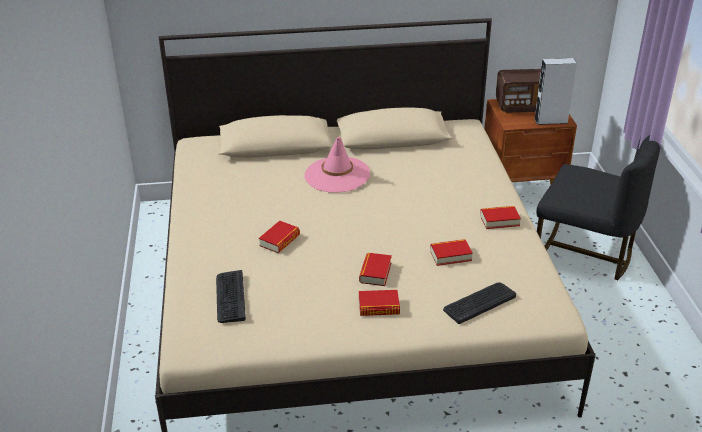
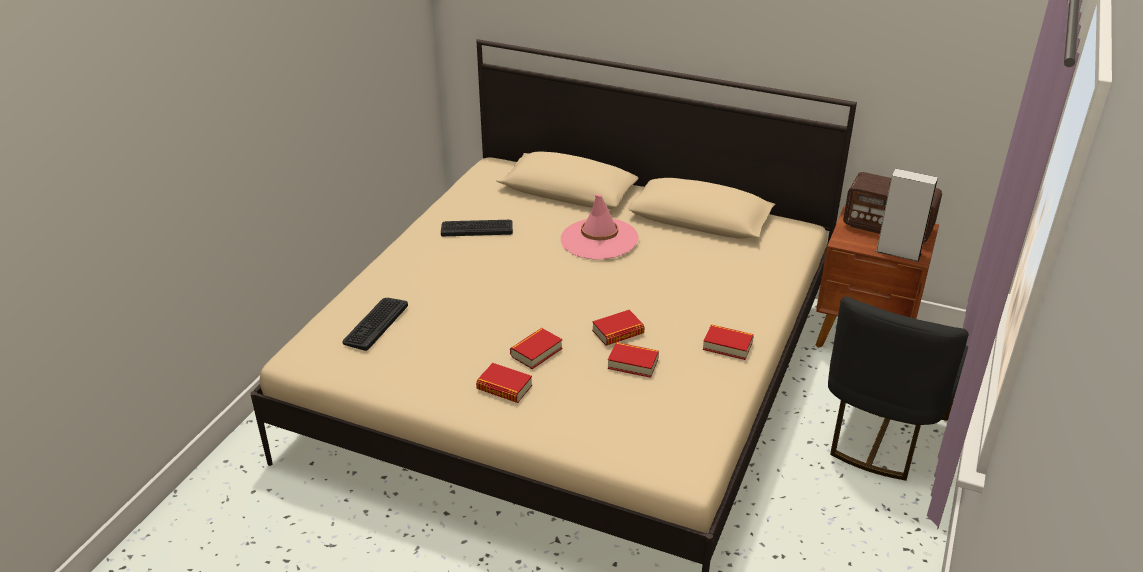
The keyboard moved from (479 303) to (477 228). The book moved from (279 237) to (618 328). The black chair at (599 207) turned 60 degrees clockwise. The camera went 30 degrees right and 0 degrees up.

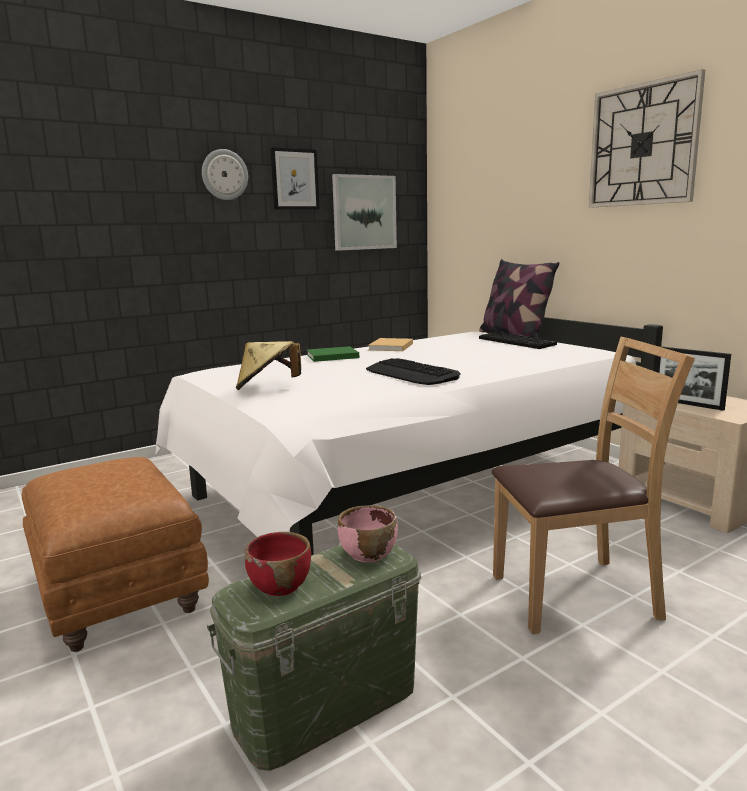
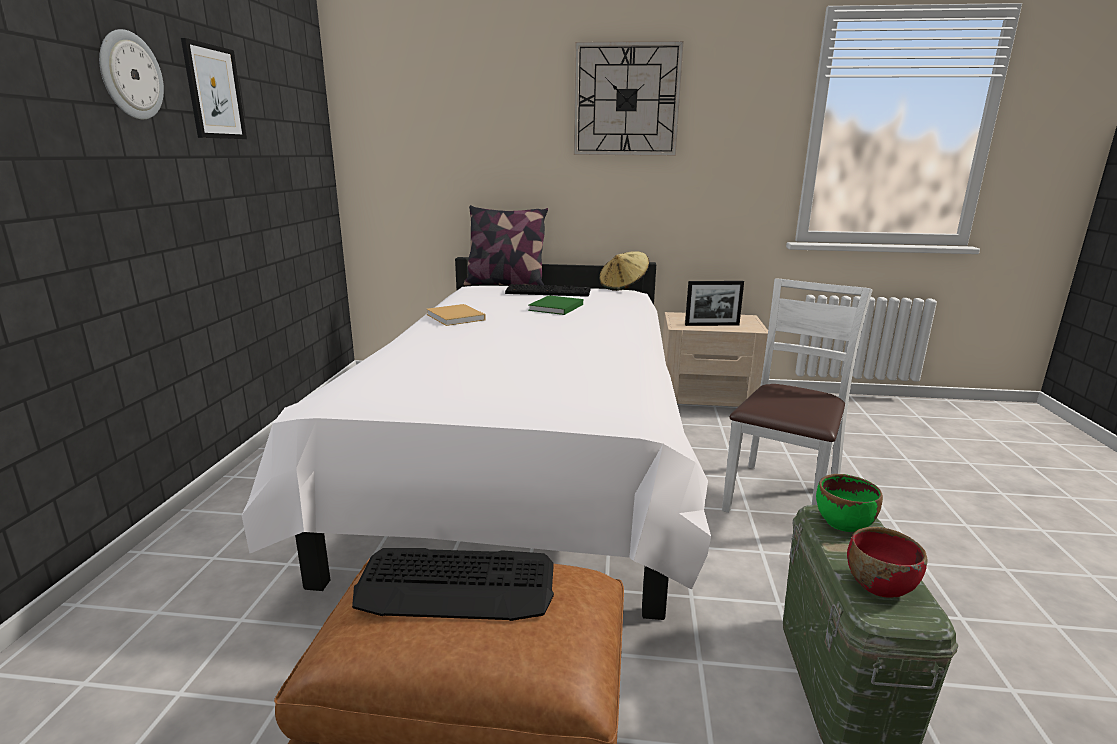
The keyboard moved from (413 371) to (453 584). The green book moved from (333 354) to (555 305). The beige hat moved from (268 365) to (624 271). The brown chair at (593 485) became the white chair at (797 395). The pink bowl at (368 533) became the green bowl at (849 503). The picture at (364 212) disappeared. The camera went 50 degrees left and 5 degrees up.

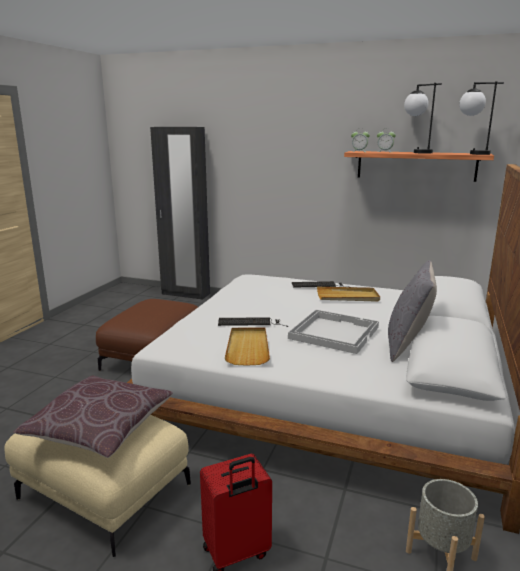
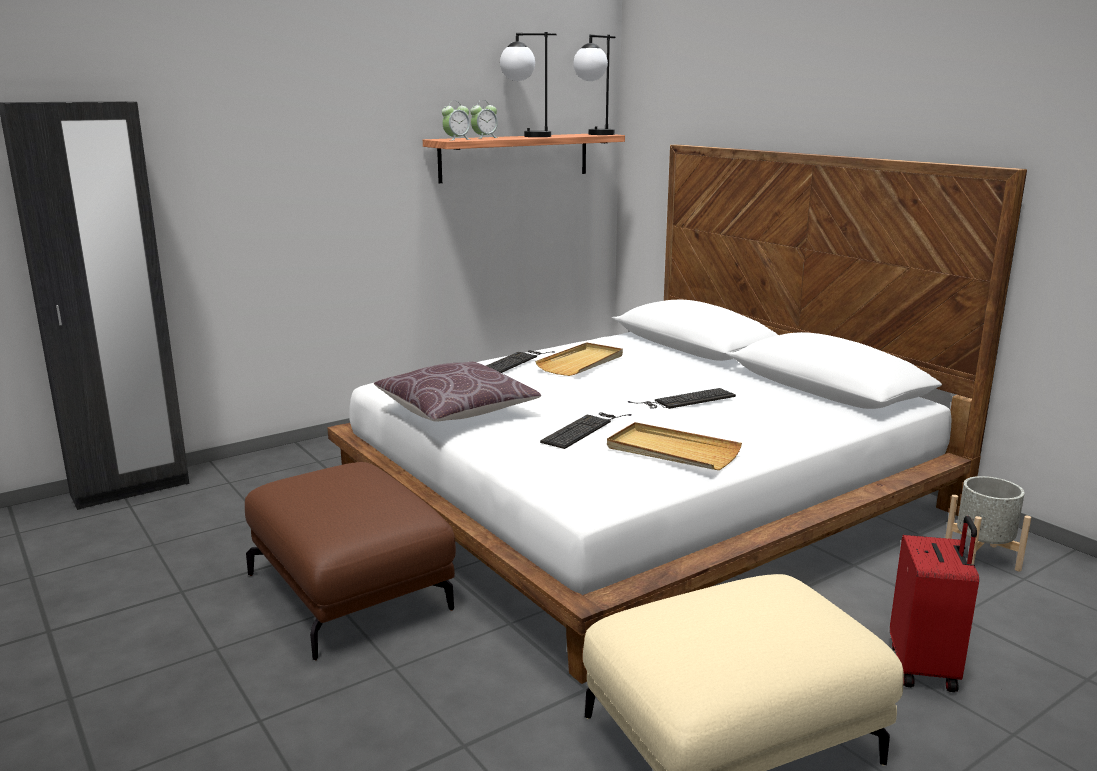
The brown pillow moved from (93 416) to (457 392). The white tray at (333 332) was replaced by the keyboard at (682 398). The grey pillow at (412 311) disappeared. The camera went 55 degrees left and 0 degrees up.

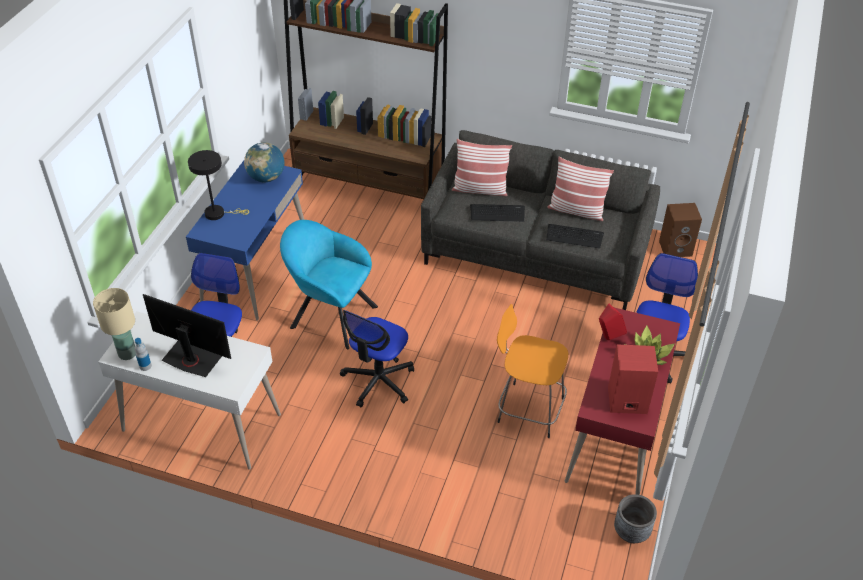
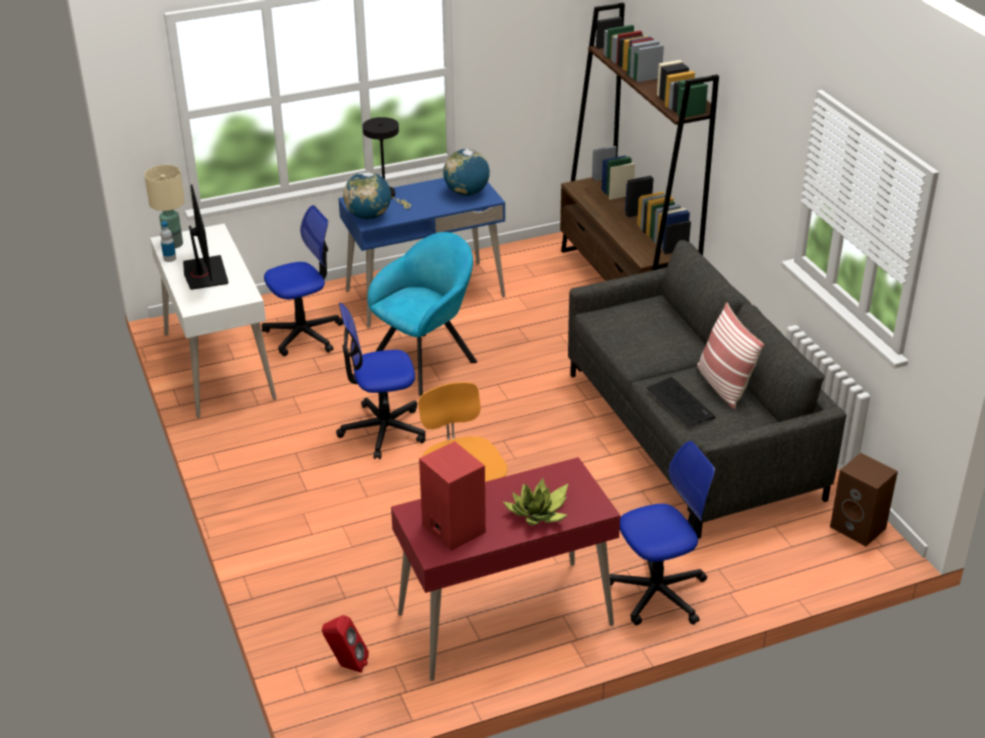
The red speaker moved from (613 321) to (345 644). The globe at (367 195) appeared. The turquoise armchair at (329 284) turned 60 degrees clockwise. The pillow at (482 167) disappeared. The keyboard at (497 213) disappeared. The grey planter at (635 518) disappeared. The camera went 50 degrees right and 10 degrees down.

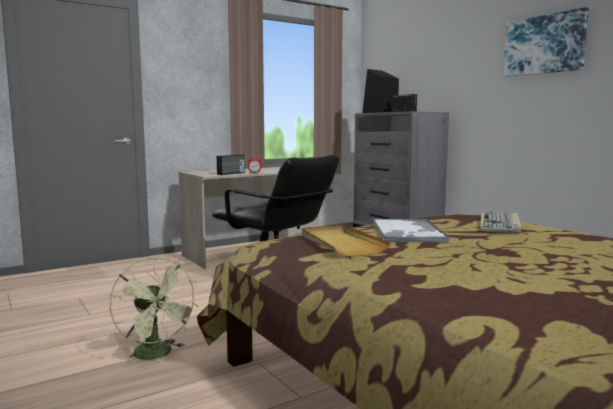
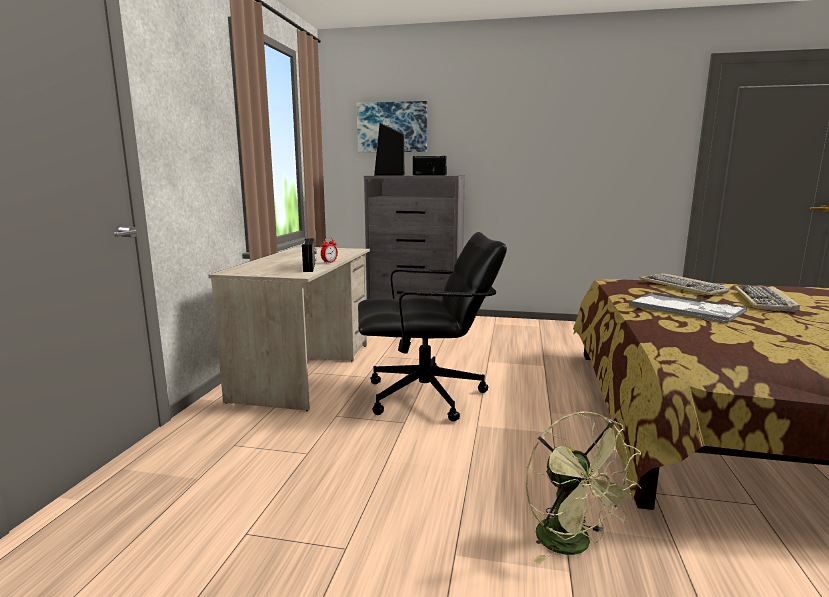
The picture moved from (545 42) to (392 126). The green fan at (154 311) turned 60 degrees clockwise. The keyboard at (767 298) appeared. The beige tray at (346 240) disappeared. The camera went 45 degrees left and 5 degrees up.

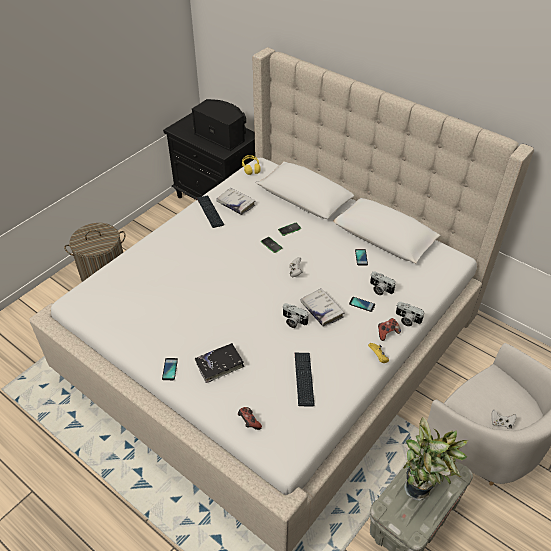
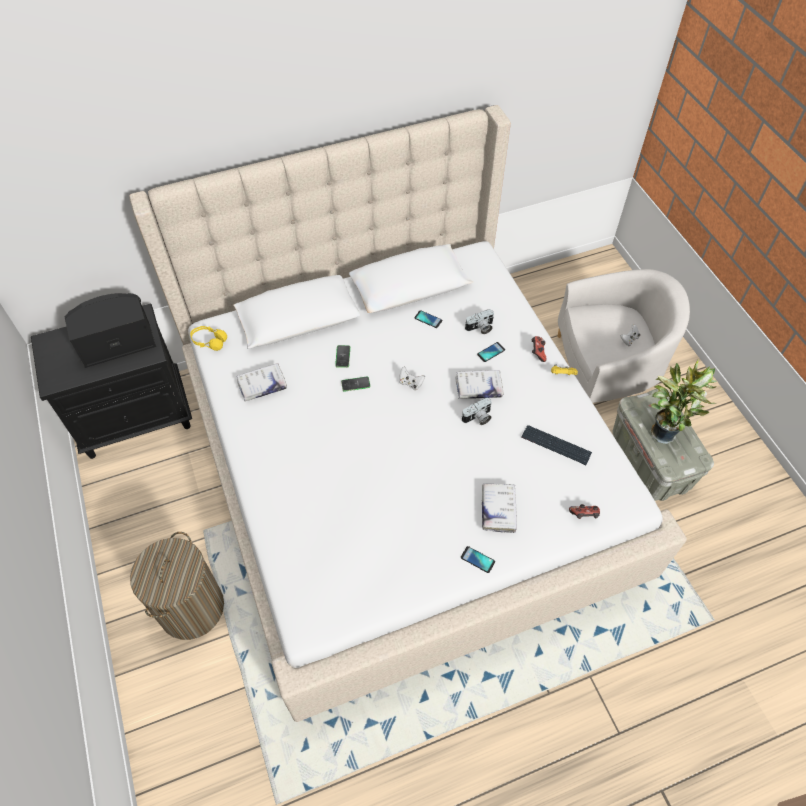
The black book at (219 363) became the white book at (499 508). The keyboard at (210 211) disappeared. The photo camera at (410 314) disappeared. The camera went 60 degrees left and 10 degrees up.

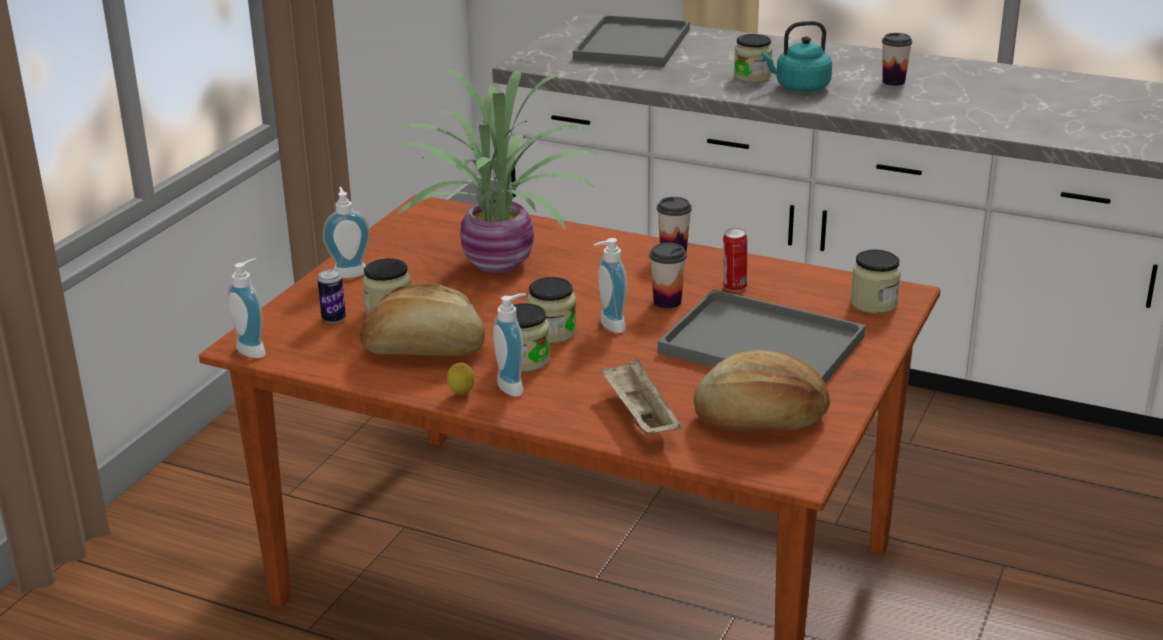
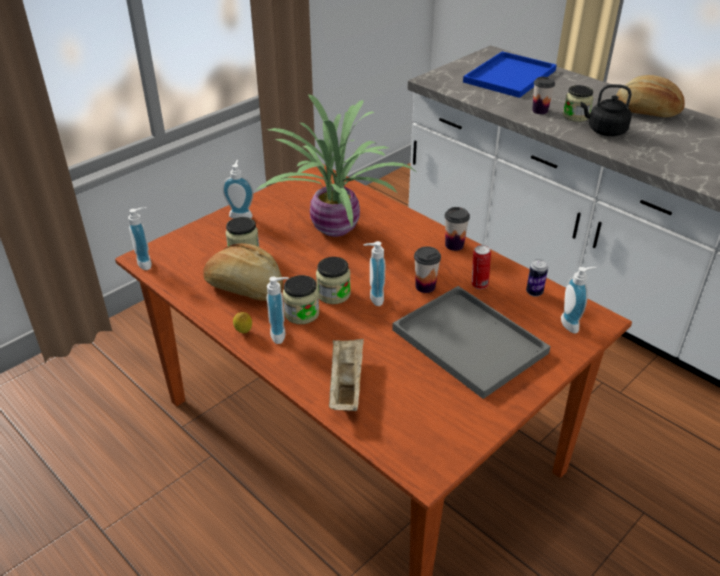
The grey tray at (631 41) became the blue tray at (510 74). The can moved from (332 296) to (537 278). The cup moved from (897 59) to (543 95). The jar at (875 281) was replaced by the soap dispenser at (579 300). The turquoise kettle at (796 56) became the black kettle at (606 110). The bread moved from (762 390) to (650 96). The camera went 20 degrees right and 10 degrees up.

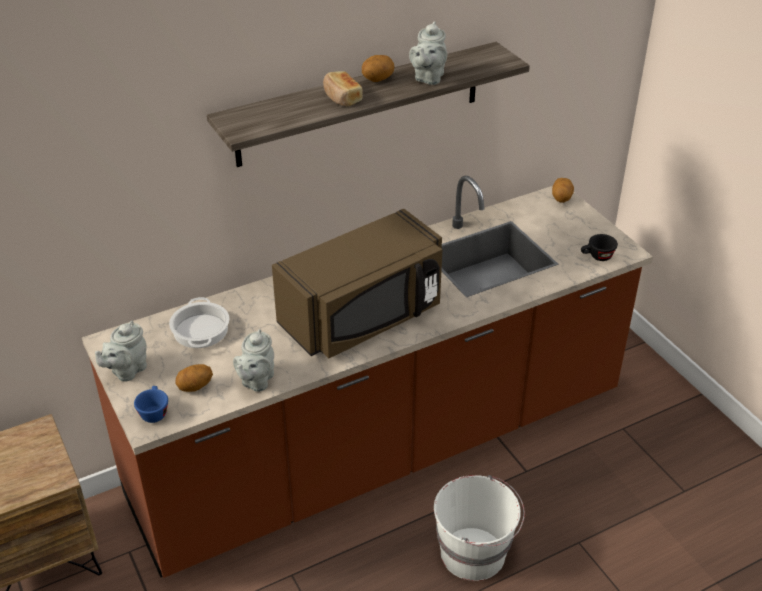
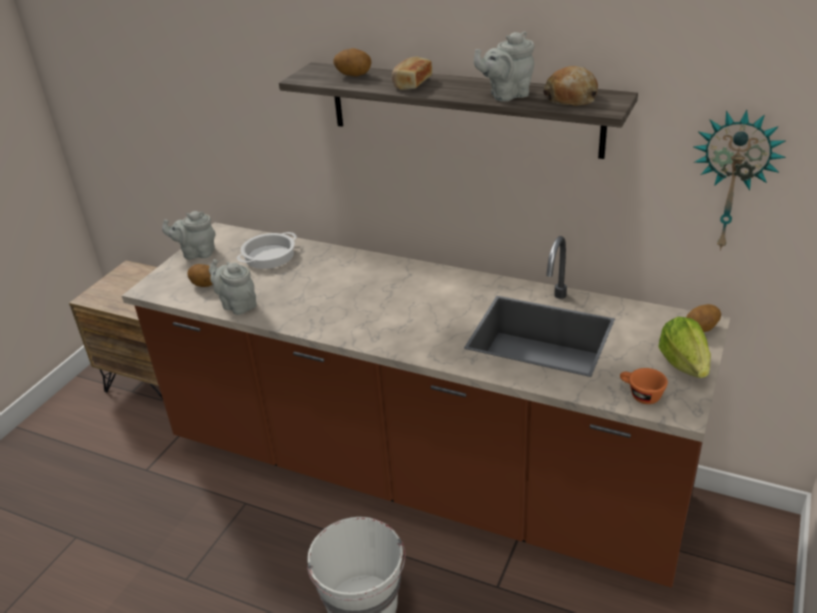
The grey teapot at (253 360) turned 60 degrees clockwise. The potato moved from (378 68) to (352 62). The bread at (570 86) appeared. The black cup at (599 247) became the orange cup at (644 386). The lettuce at (685 347) appeared. The wall clock at (739 180) appeared. The blue cup at (151 404) disappeared. The brown microwave at (357 284) disappeared. The camera went 55 degrees right and 5 degrees down.

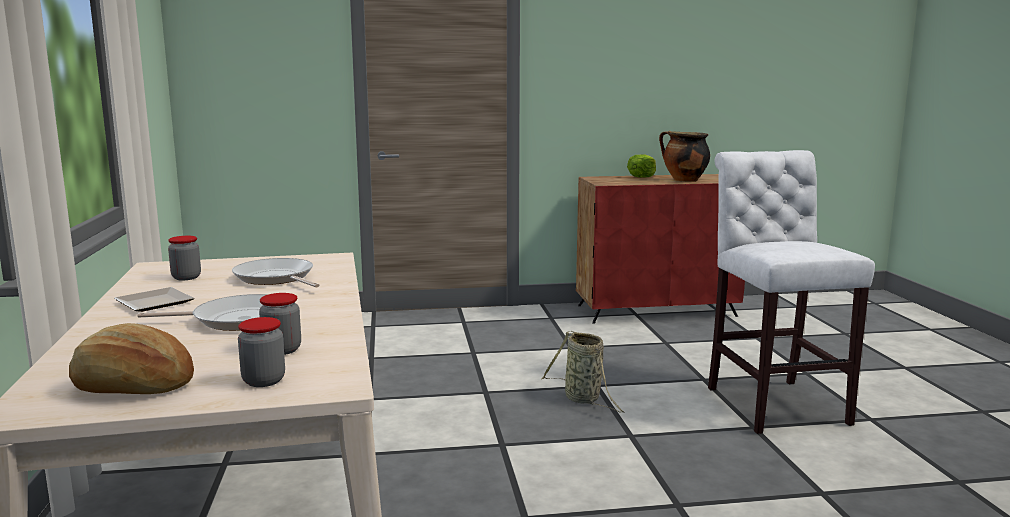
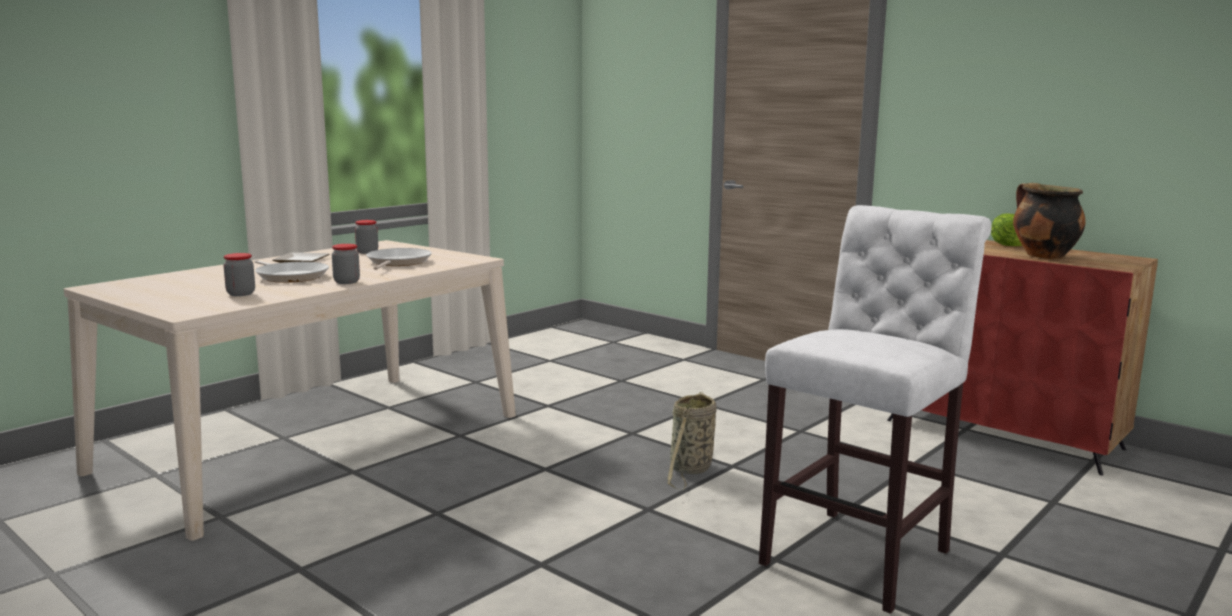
The jar moved from (261 352) to (346 264). The bread at (131 358) disappeared. The camera went 50 degrees right and 0 degrees up.

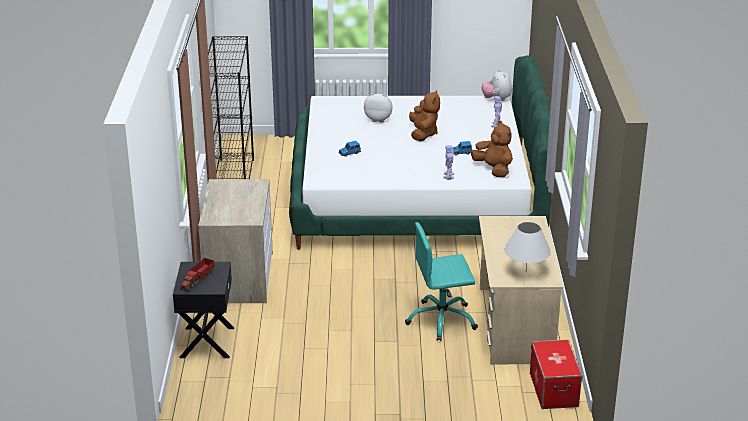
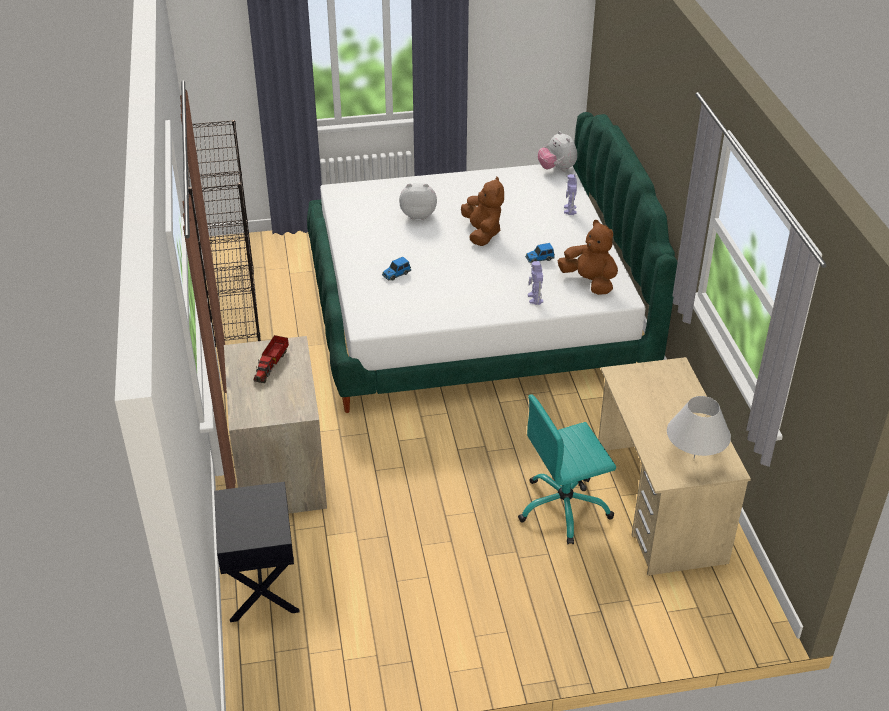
The toy truck moved from (197 275) to (271 359). The storage box at (556 374) disappeared. The camera went 10 degrees left and 10 degrees up.

